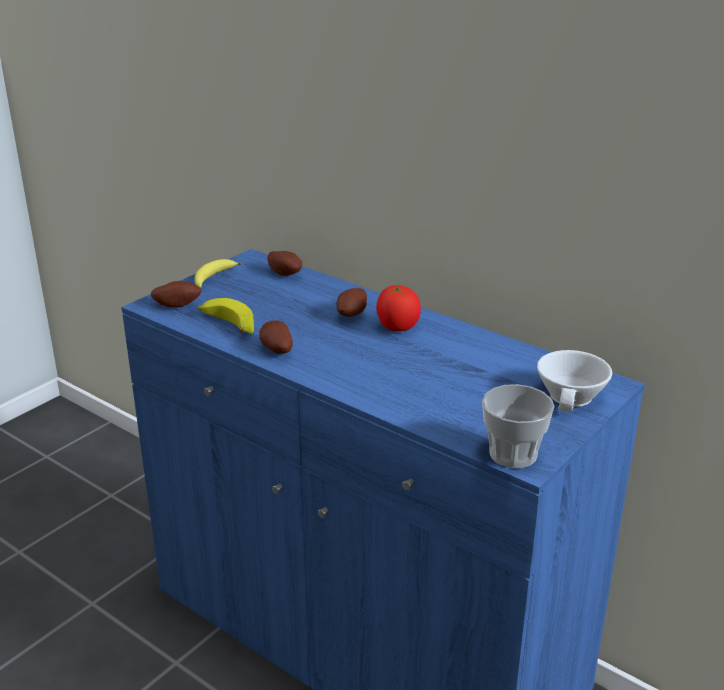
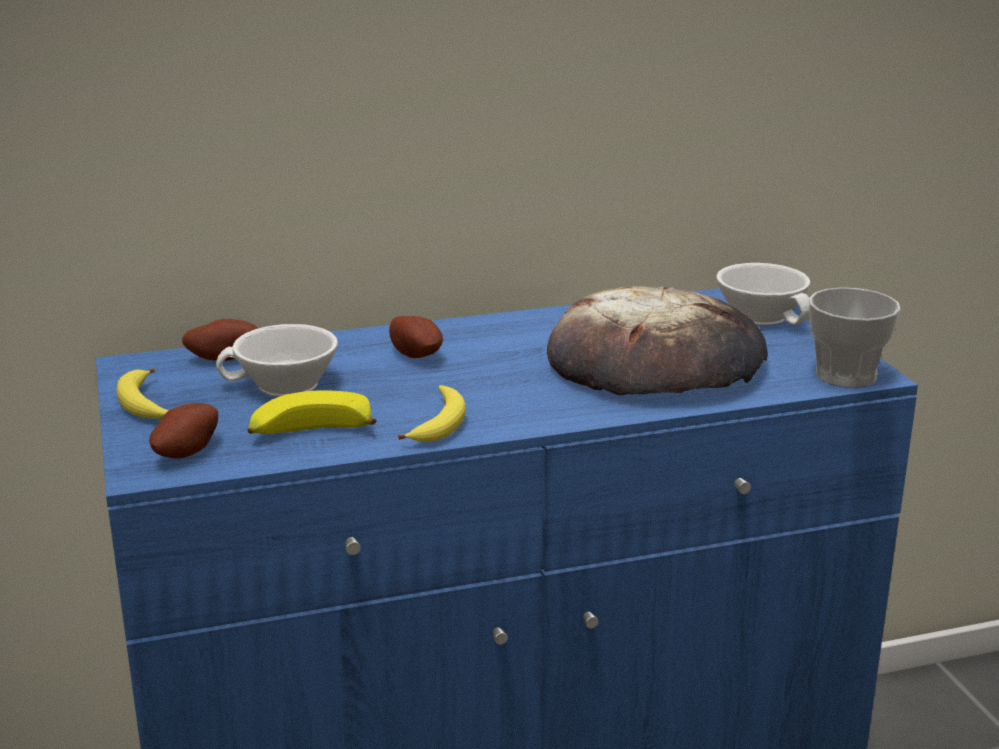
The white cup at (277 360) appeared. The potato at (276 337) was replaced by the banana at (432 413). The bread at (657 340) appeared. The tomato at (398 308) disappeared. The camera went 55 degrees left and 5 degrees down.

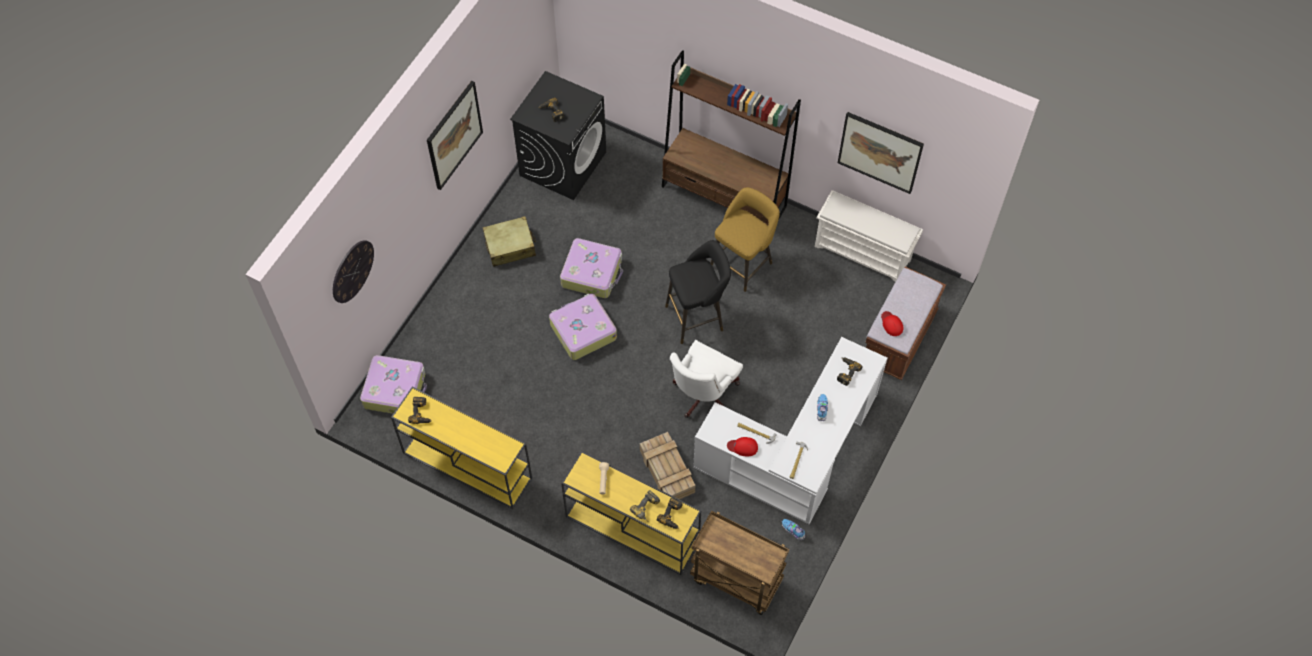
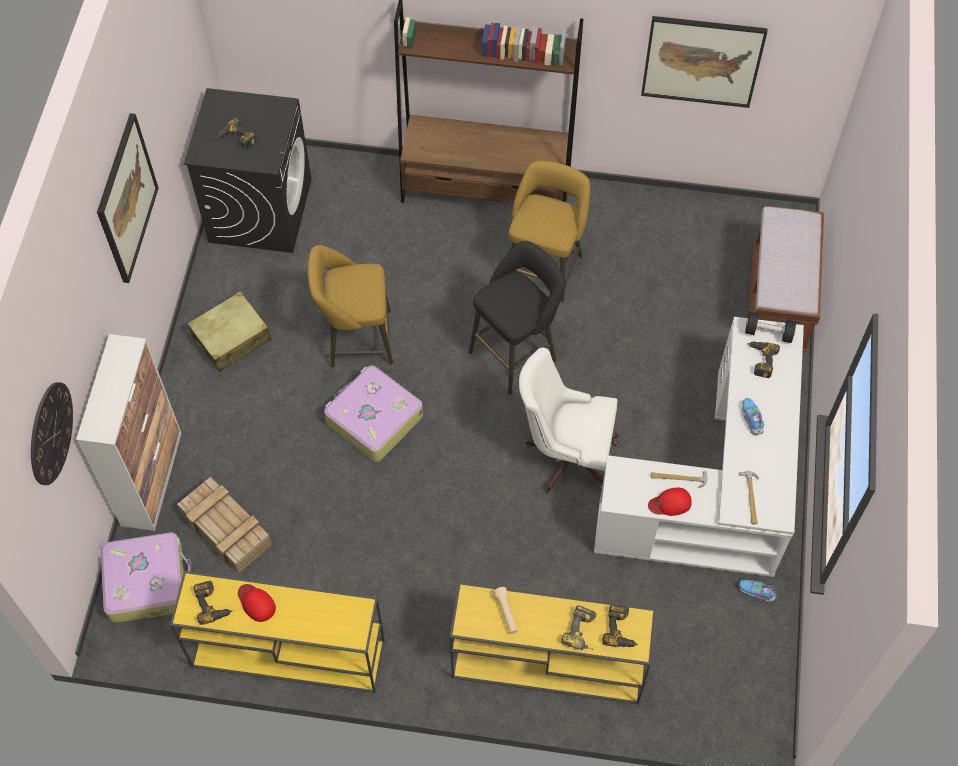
The cabinet at (129 432) appeared. The crate moved from (668 465) to (224 525). The red cap moved from (892 323) to (257 603). The suitcase at (591 268) was replaced by the yellow stool at (350 306). The white office chair at (706 379) turned 90 degrees clockwise. The black dumbbell at (770 327) appeared. The brown cart at (739 563) disappeared. The white shoe rack at (869 236) disappeared. The camera went 20 degrees left and 0 degrees up.

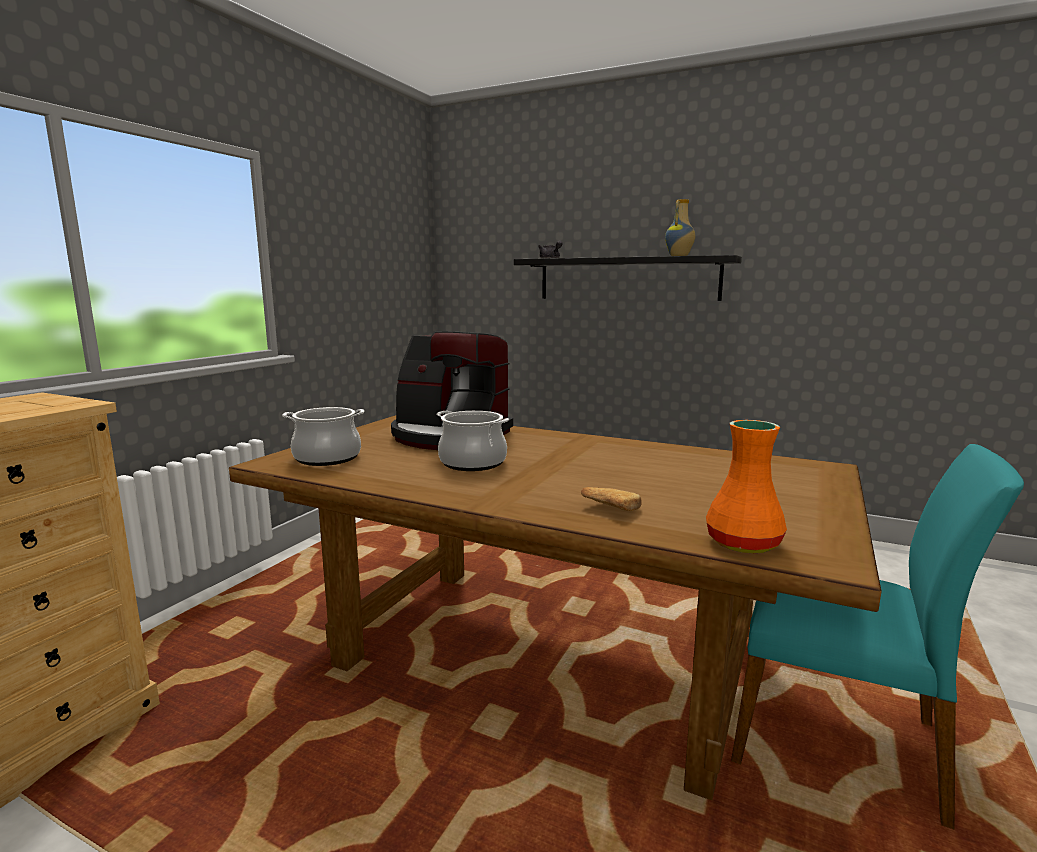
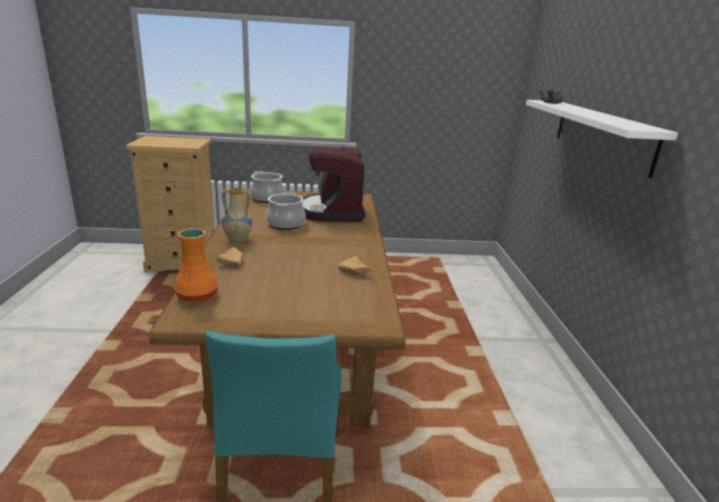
The vase moved from (680 227) to (237 215). The bread at (354 266) appeared. The black shelf at (628 278) became the white shelf at (602 139). The camera went 60 degrees right and 10 degrees up.

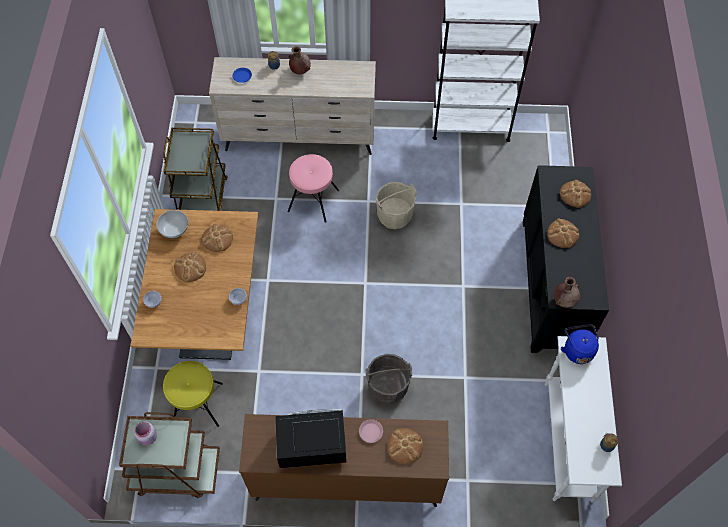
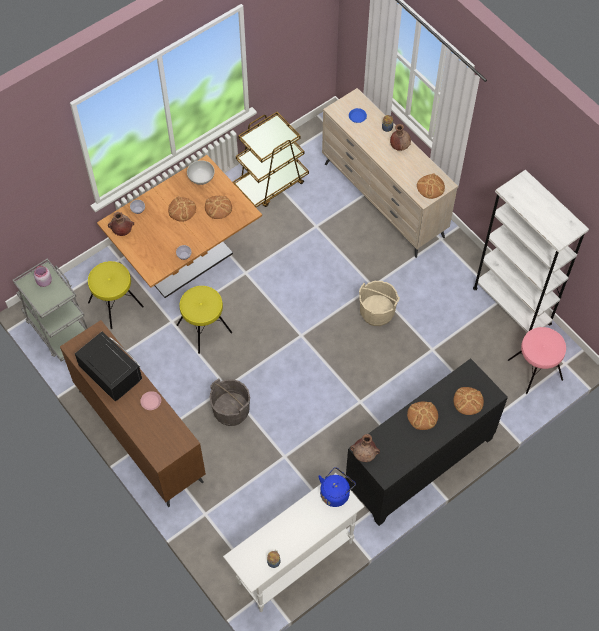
The brown cart at (169 455) became the grey cart at (50 310). The brown vase at (121 224) appeared. The yellow stool at (205 320) appeared. The bread moved from (405 446) to (431 186). The pink stool moved from (313 188) to (537 360). The camera went 50 degrees right and 0 degrees up.

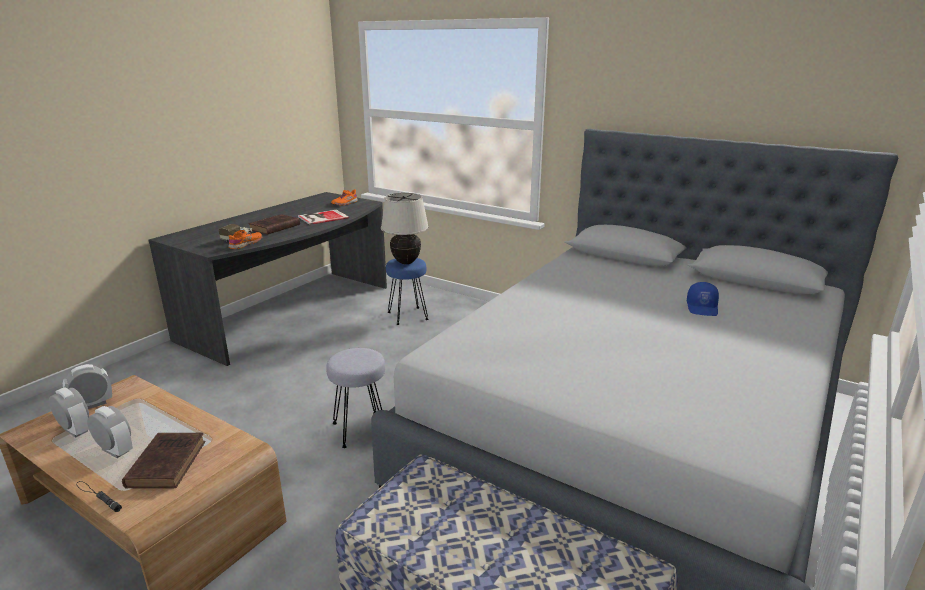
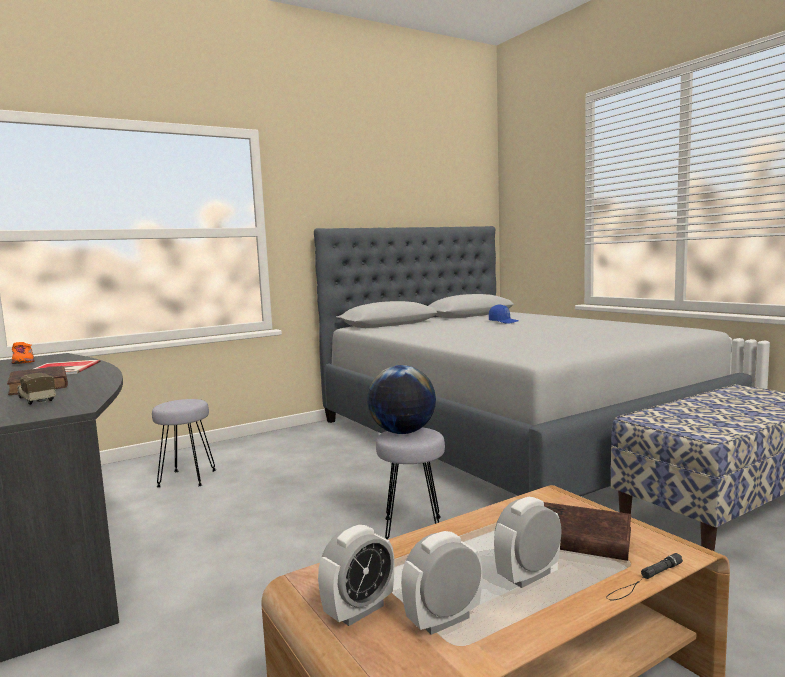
The blue stool at (407 291) became the grey stool at (184 443). The alarm clock at (87 386) turned 120 degrees counterclockwise. The globe at (401 399) appeared. The orange shoe at (245 239) disappeared. The beige table lamp at (405 228) disappeared. The camera went 65 degrees left and 15 degrees down.

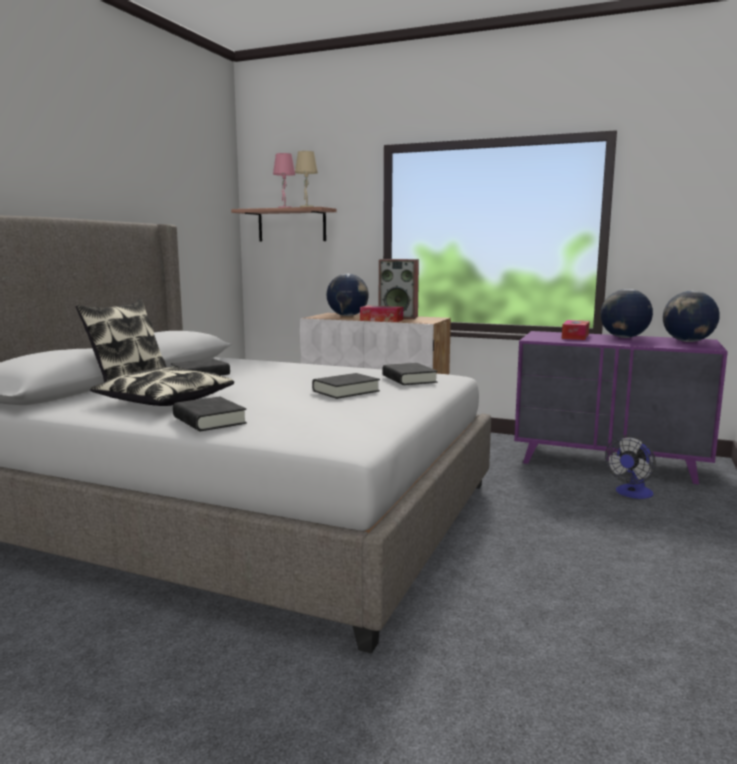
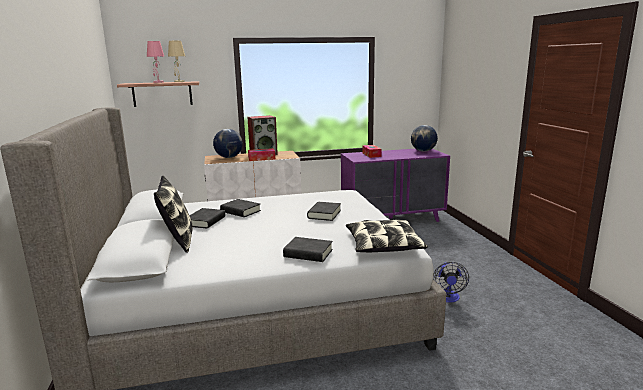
The black book moved from (410 374) to (240 208). The pillow moved from (162 386) to (387 235). The fan moved from (630 467) to (451 282). The globe at (626 313) disappeared. The camera went 35 degrees left and 5 degrees up.

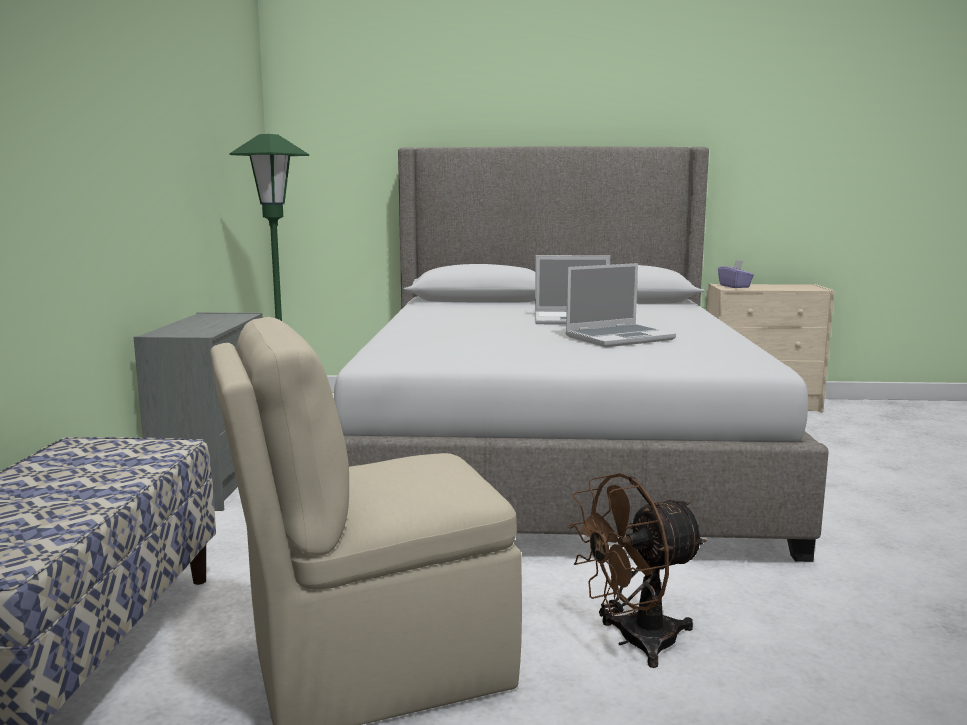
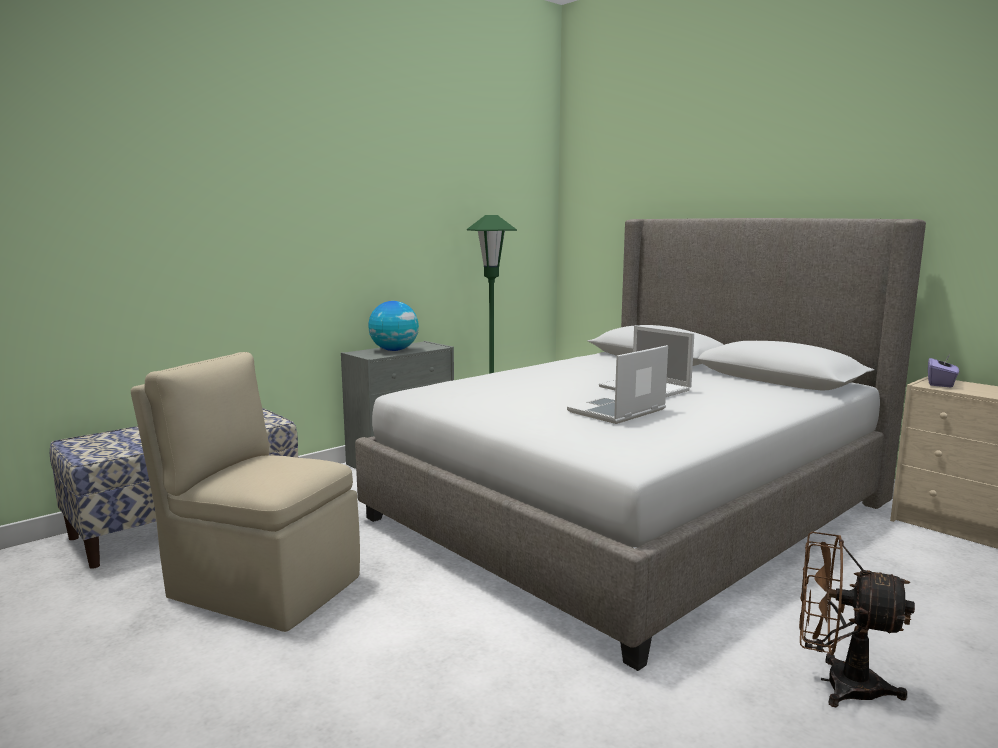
The globe at (393 326) appeared. The laptop at (621 305) turned 120 degrees clockwise. The brown fan moved from (637 570) to (857 619). The camera went 45 degrees right and 0 degrees up.

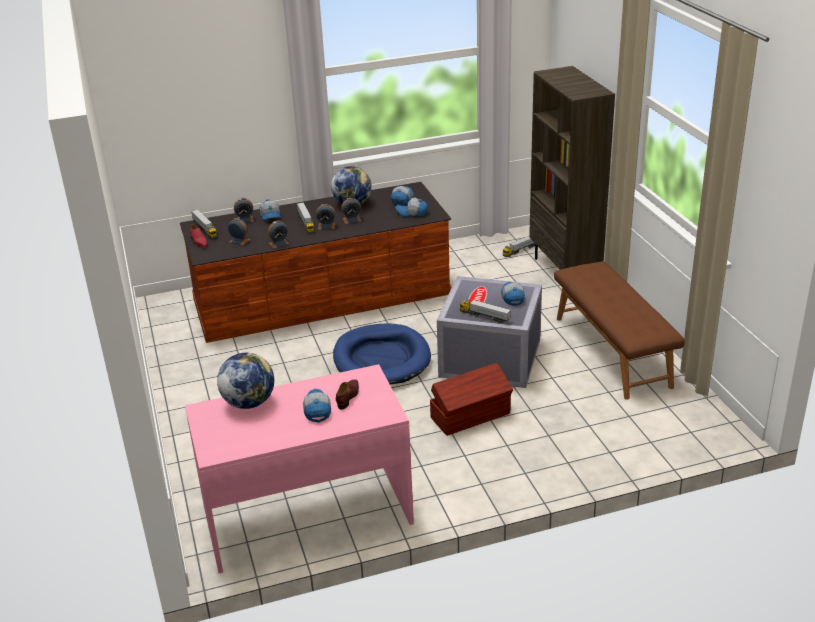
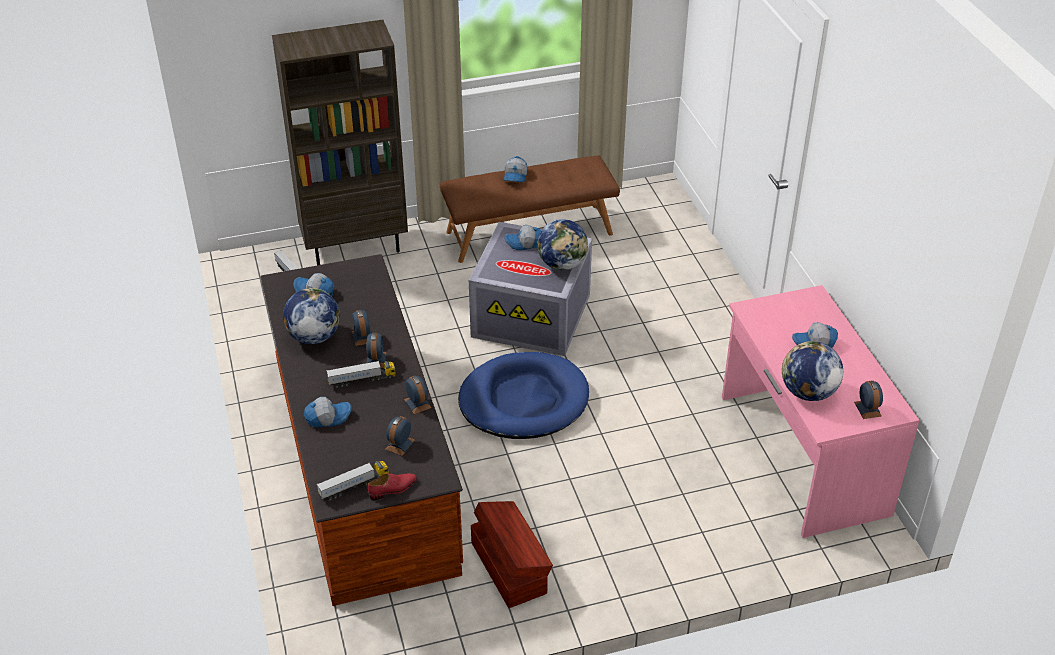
The brown storage box moved from (471 399) to (512 554). The cap moved from (411 207) to (515 169). The toy truck at (485 312) was replaced by the globe at (562 244). The alarm clock moved from (244 210) to (868 400). The brown shoe at (347 395) disappeared. The camera went 90 degrees left and 10 degrees up.

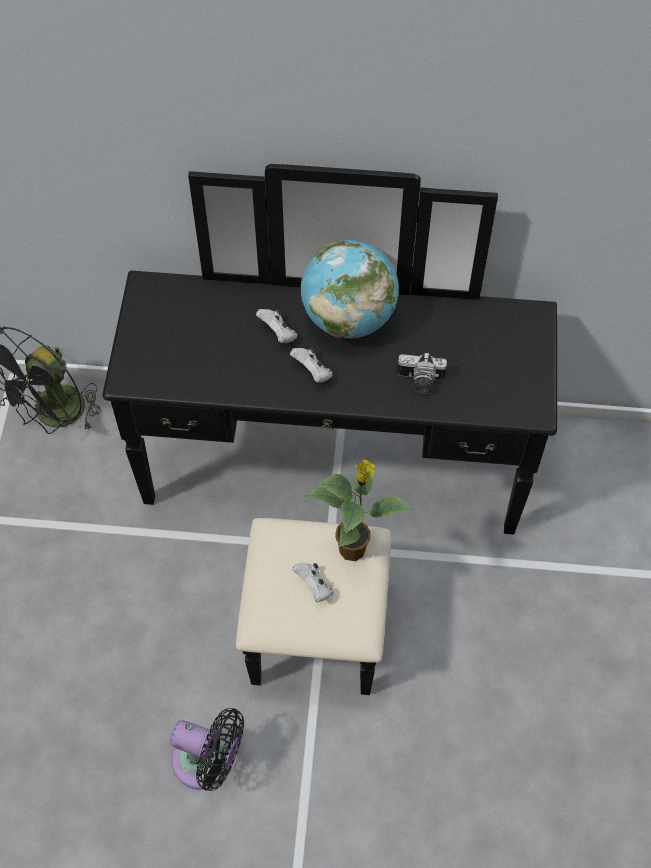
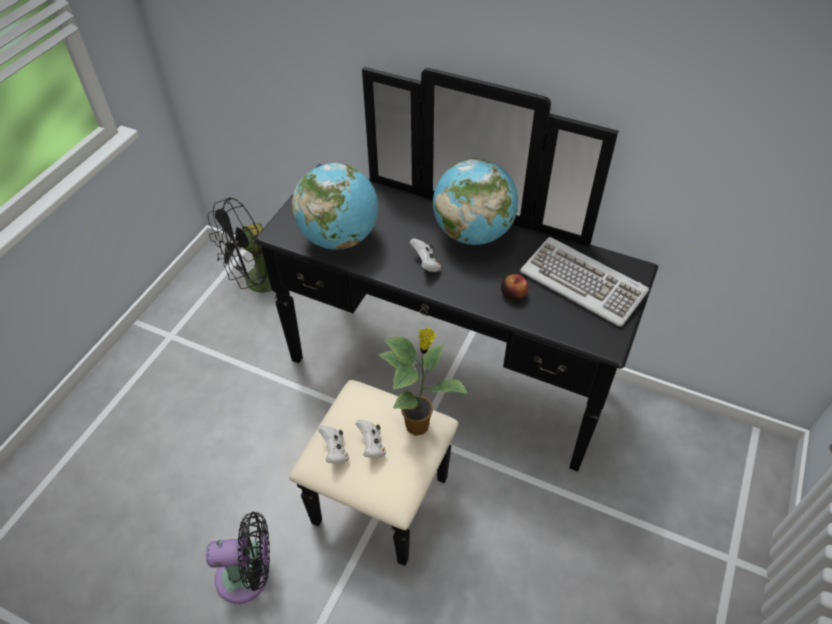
The black fan at (207 749) turned 45 degrees counterclockwise. The globe at (335 206) appeared. The white game controller moved from (276 326) to (333 444). The photo camera at (422 373) was replaced by the apple at (514 287). The keyboard at (584 282) appeared. The camera went 20 degrees right and 10 degrees down.

